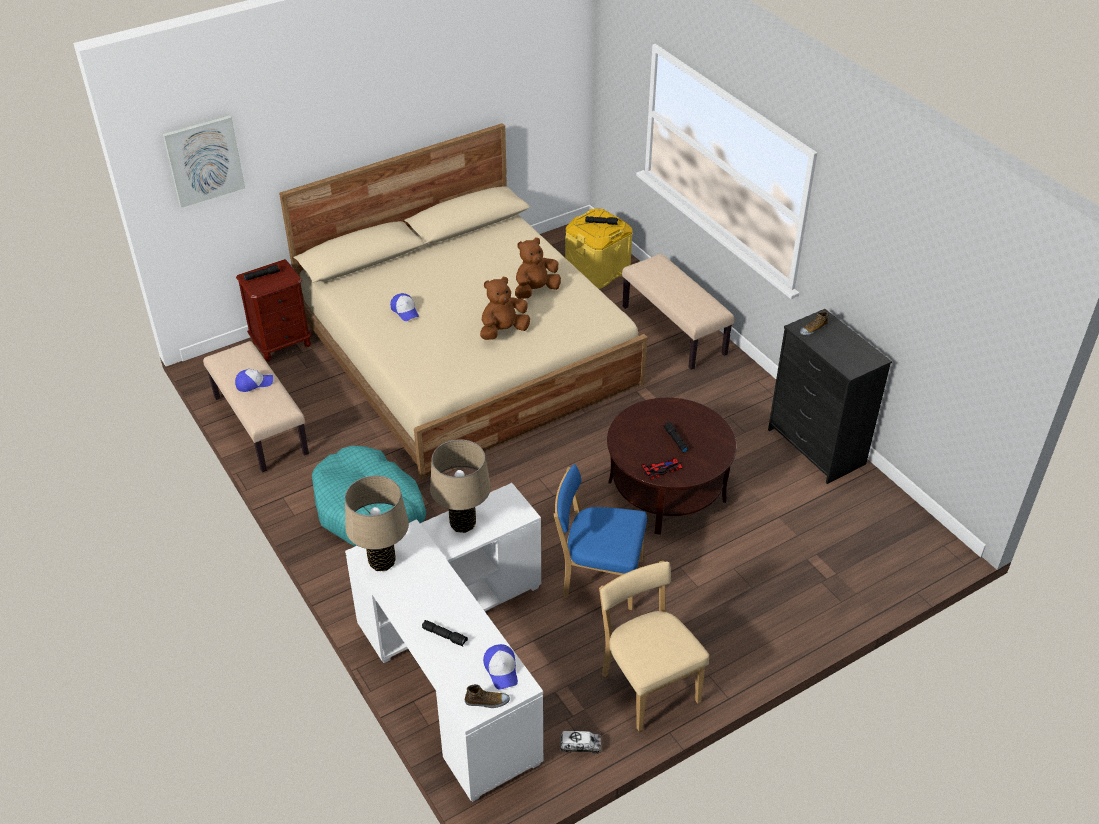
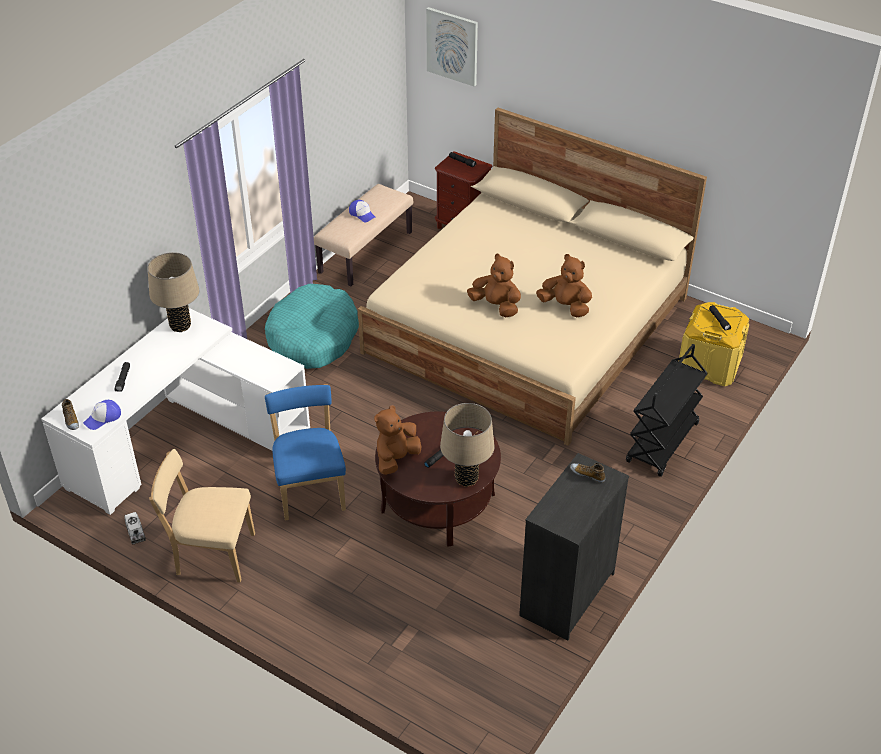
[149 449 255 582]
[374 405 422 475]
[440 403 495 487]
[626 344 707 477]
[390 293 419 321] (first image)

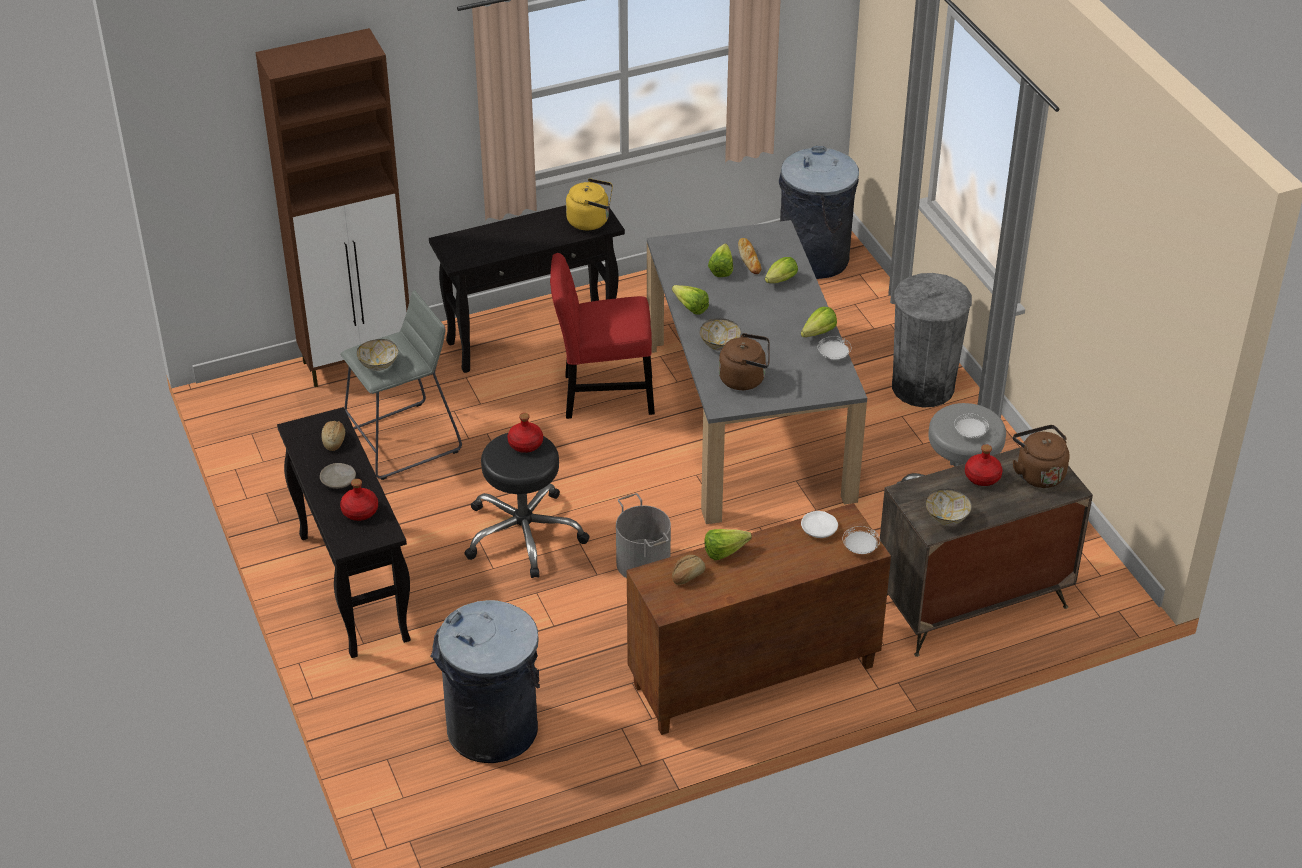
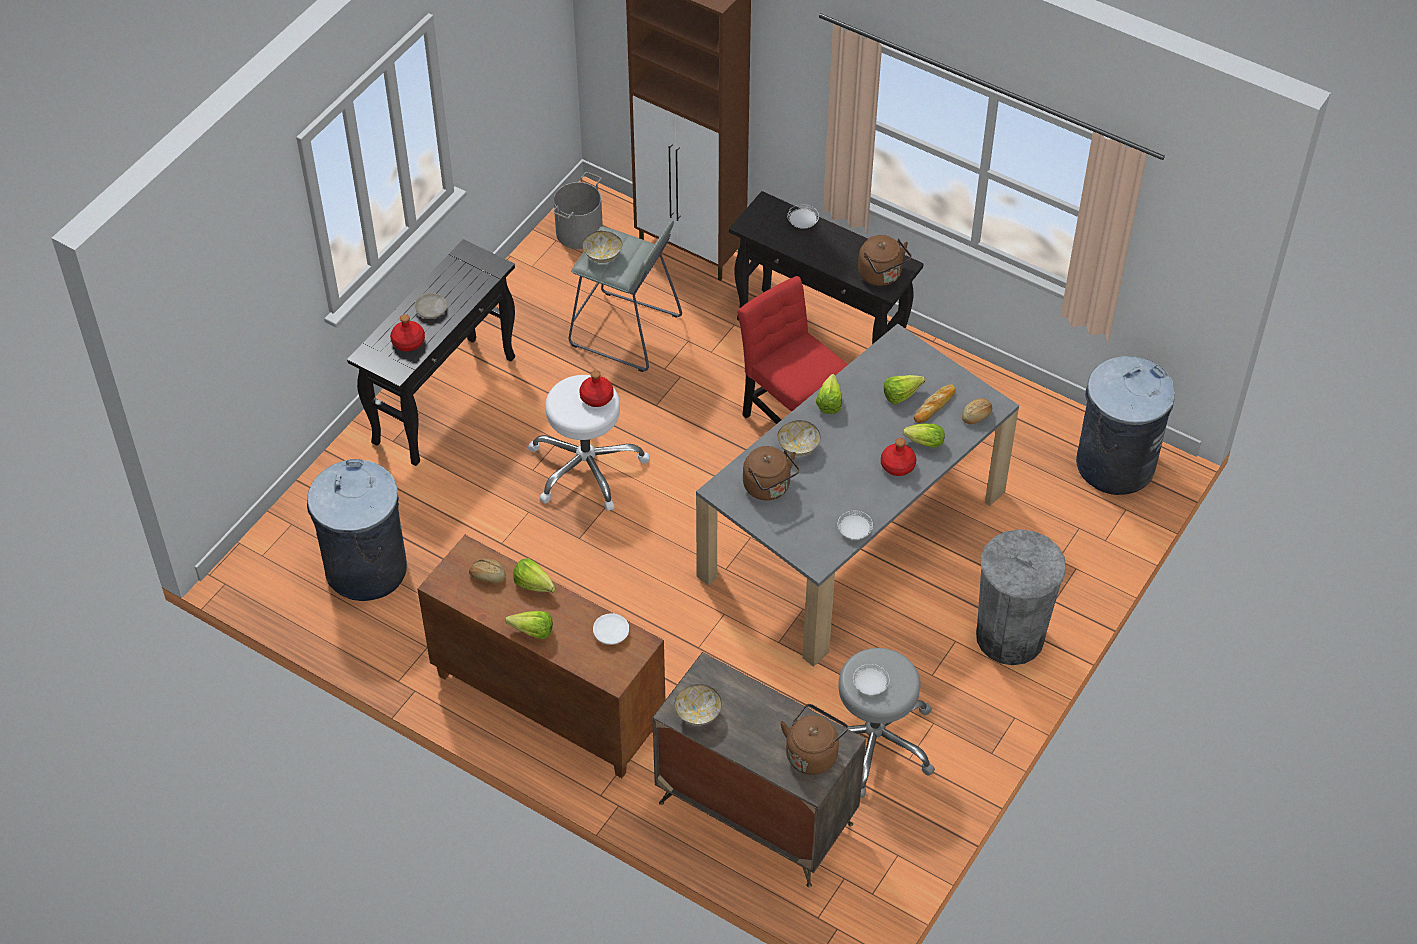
[505 611 553 639]
[528 375 650 511]
[552 172 603 249]
[787 204 819 229]
[858 235 912 286]
[881 438 916 476]
[962 398 992 424]

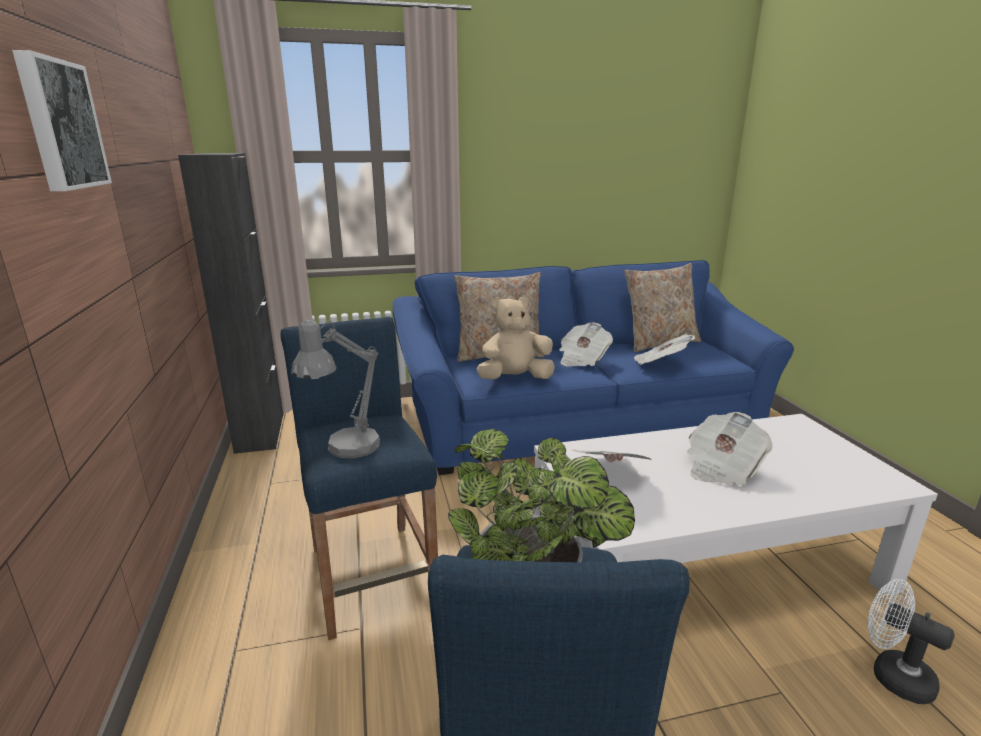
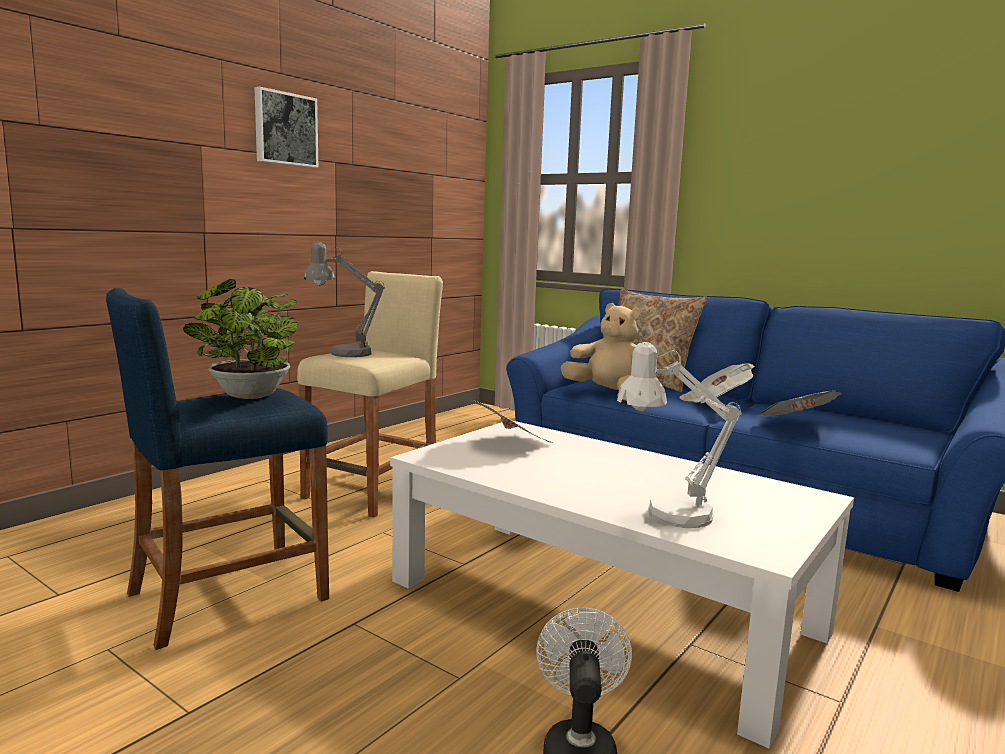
[297 271 443 518]
[616 342 742 528]
[178 153 284 454] (first image)
[624 263 701 352] (first image)
[687 412 772 485] (first image)

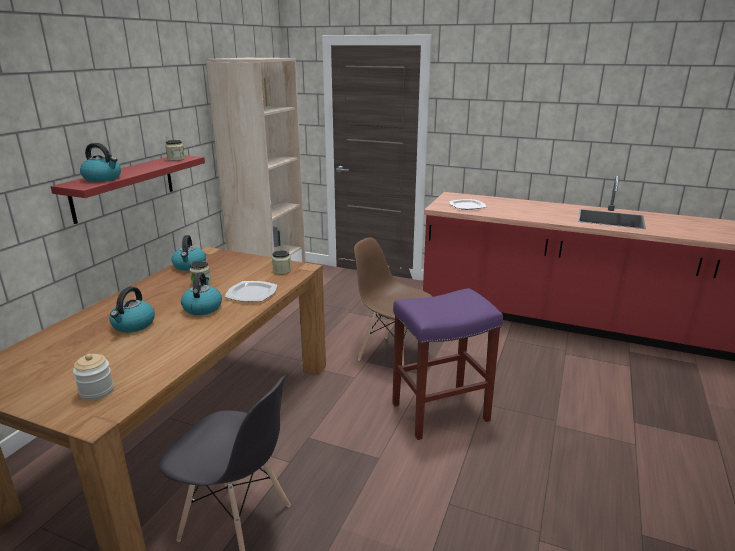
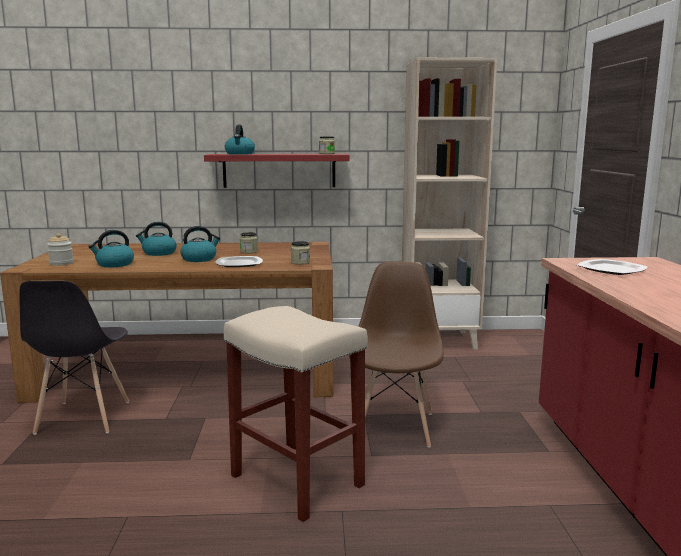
[88 230 134 267]
[224 306 368 522]

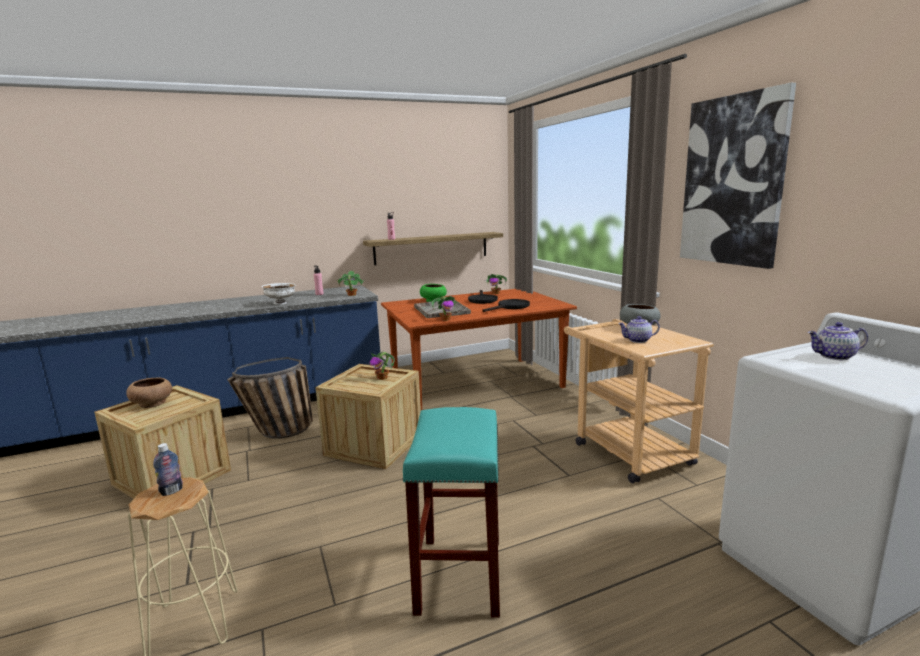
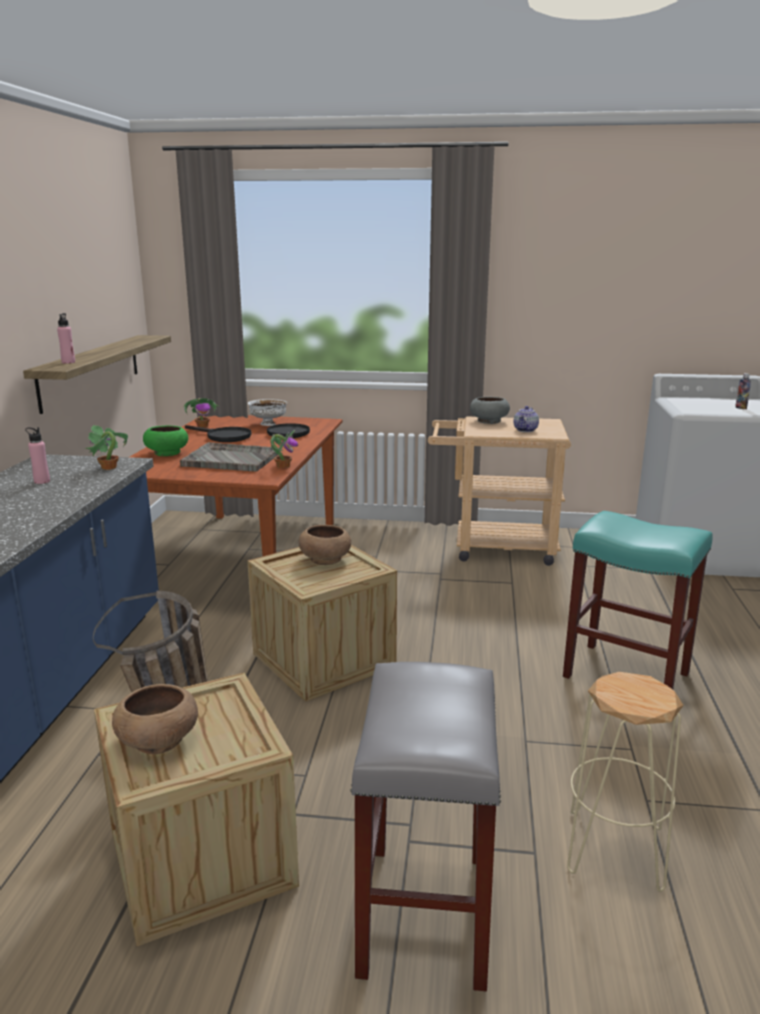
[248 399 287 426]
[298 525 351 565]
[350 662 501 991]
[735 373 751 409]
[680 83 796 269] (first image)
[807 322 868 360] (first image)

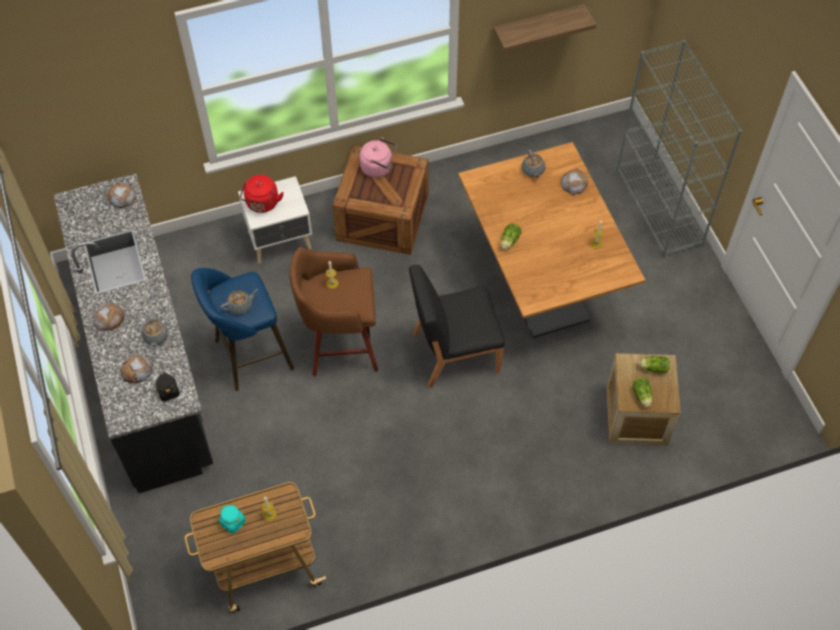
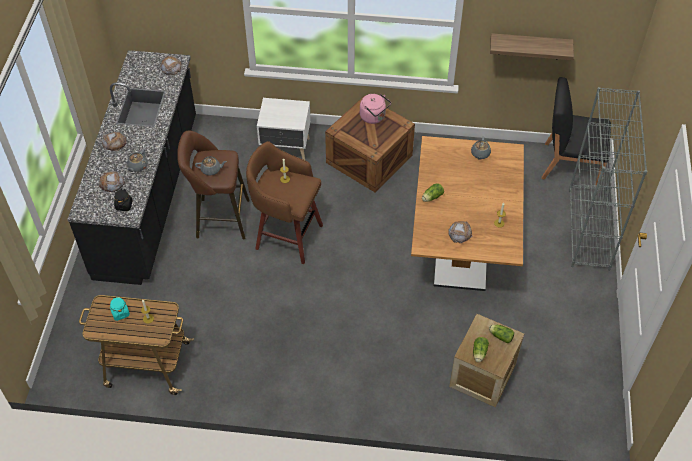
[177 131 250 240]
[448 221 473 244]
[541 77 611 187]
[240 175 284 213] (first image)

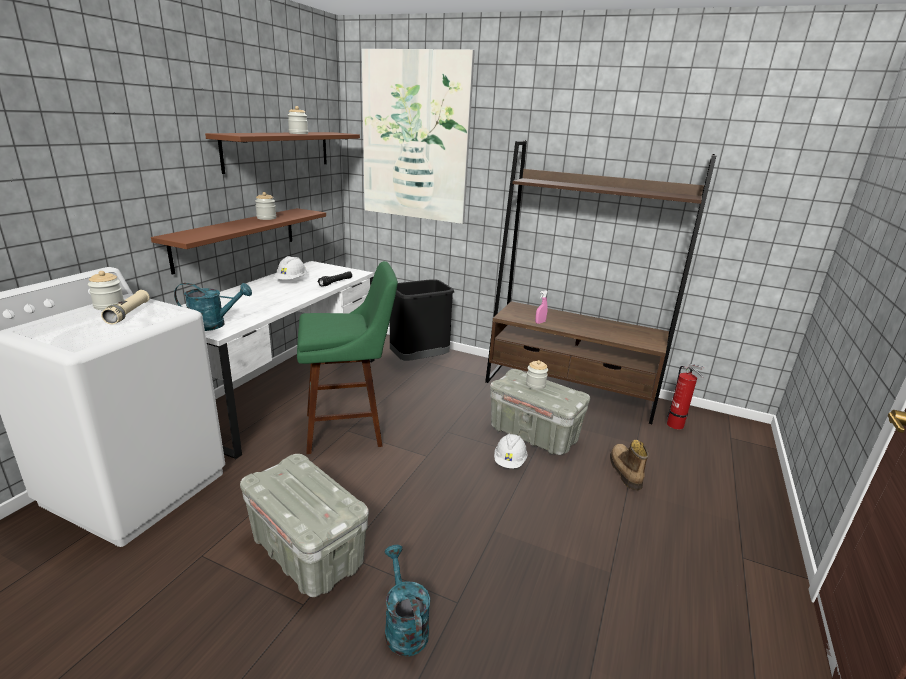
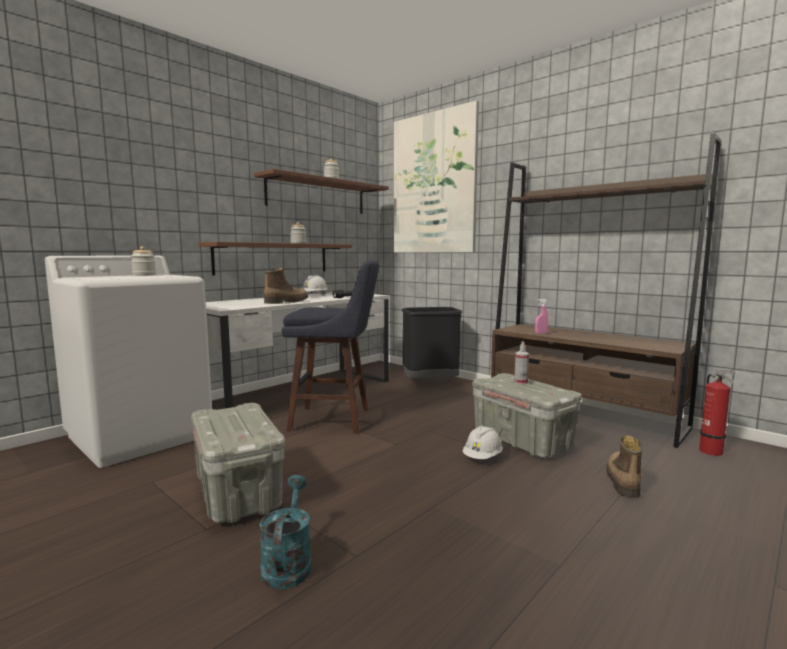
[264 268 308 304]
[282 261 380 434]
[514 341 529 385]
[101 290 150 324] (first image)
[174 283 252 331] (first image)

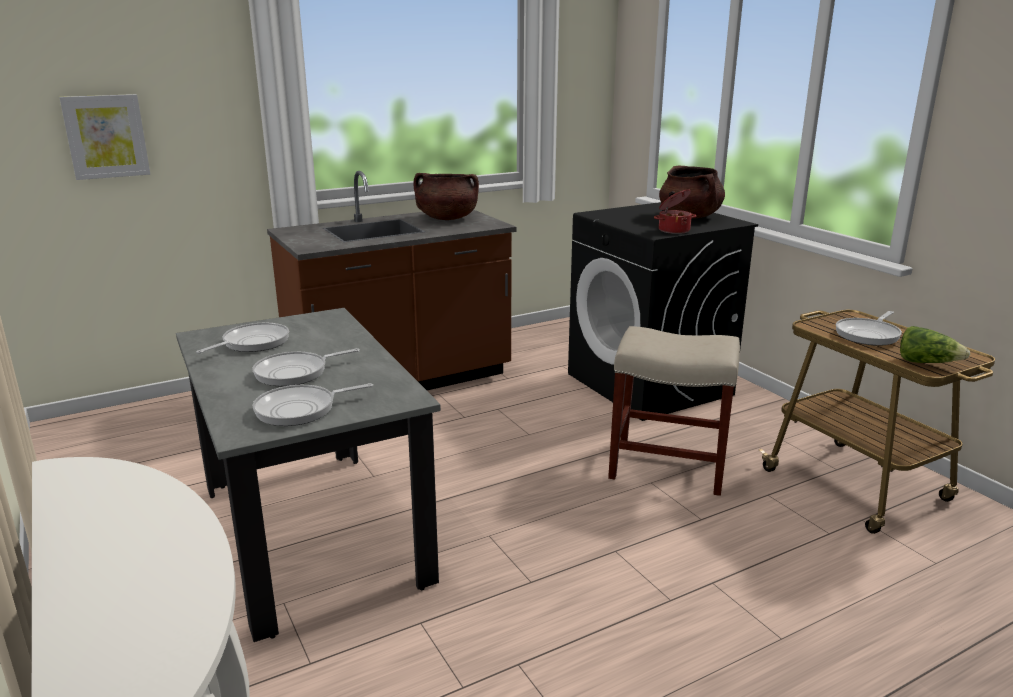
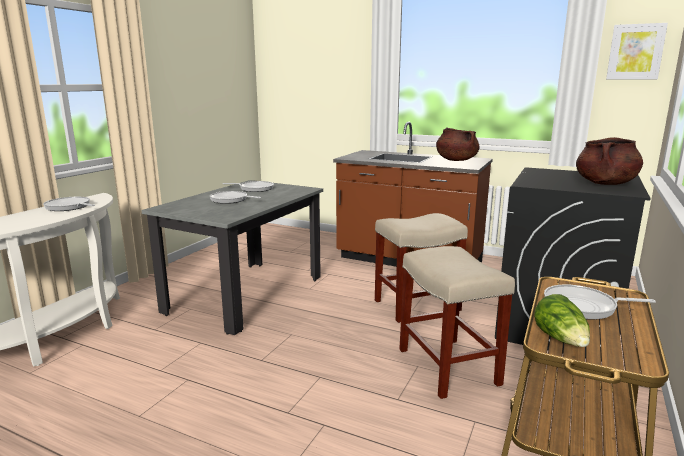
[43 197 95 211]
[375 213 468 323]
[606 23 668 79]
[654 189 696 234] (first image)

